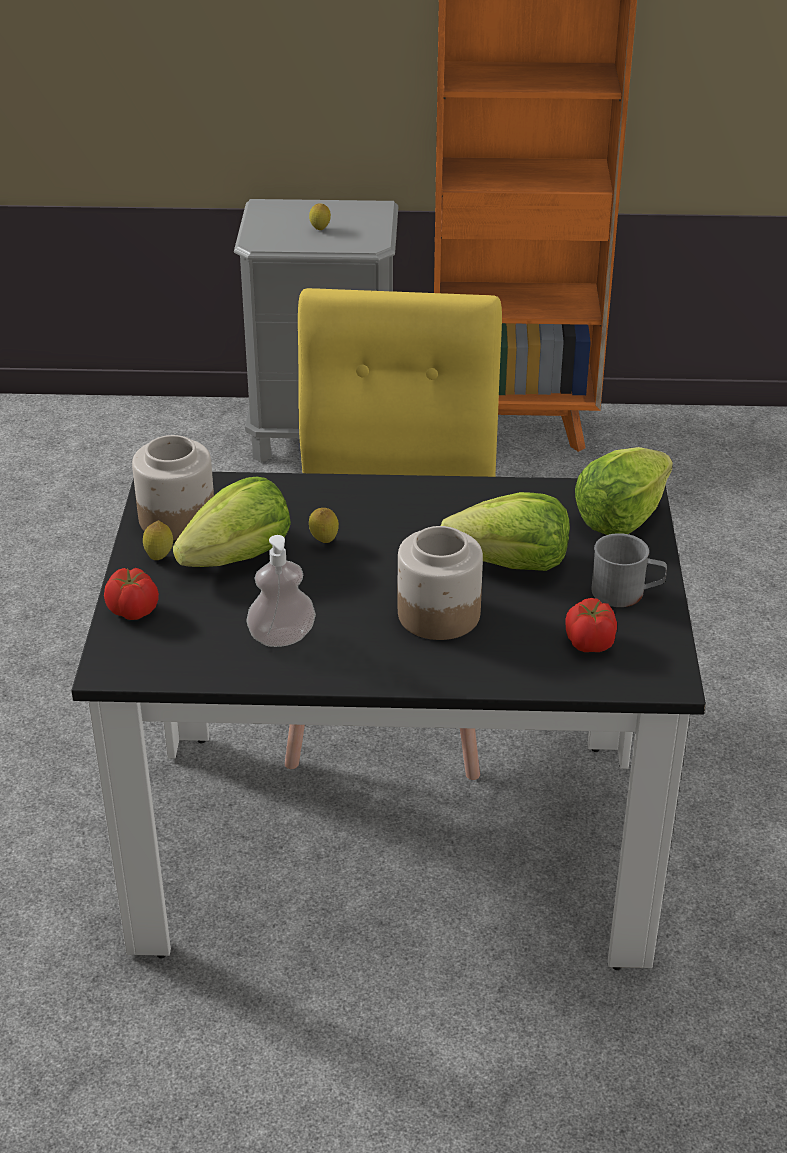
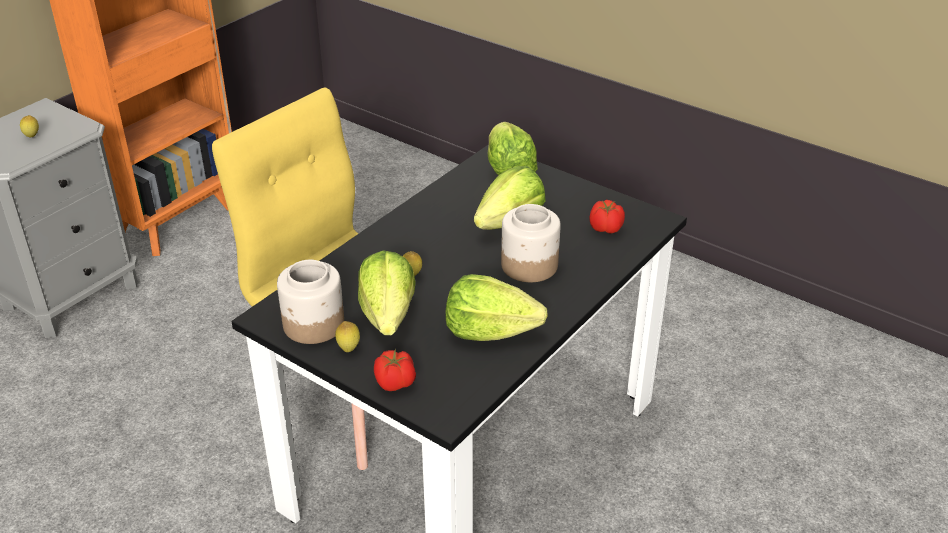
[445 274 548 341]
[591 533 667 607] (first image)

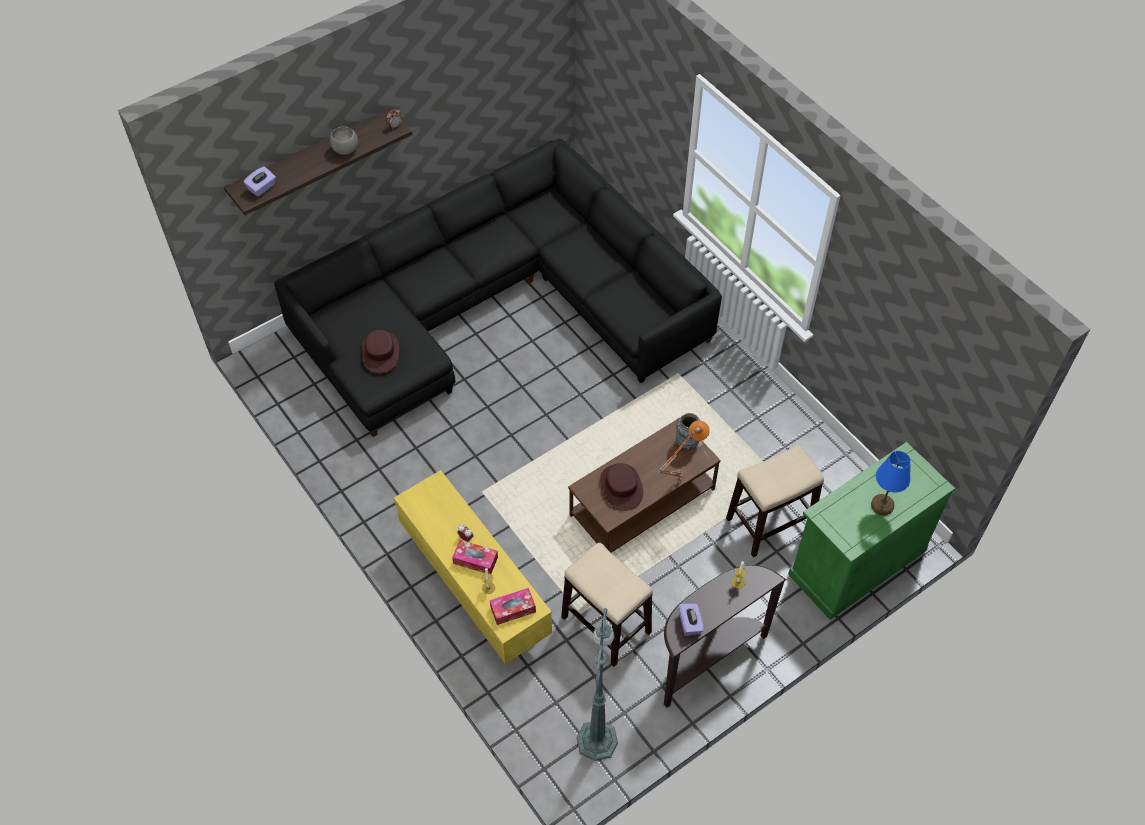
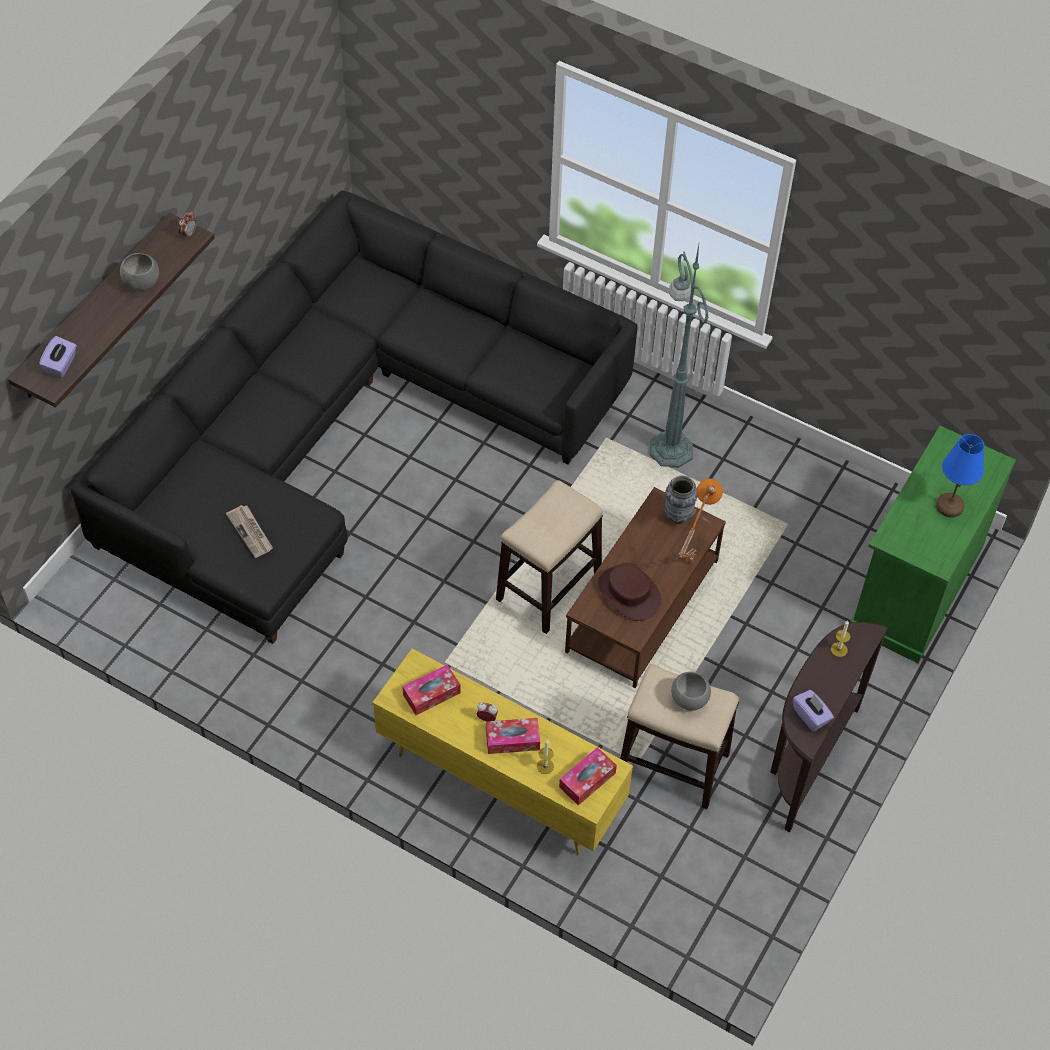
[226 505 273 558]
[402 665 461 715]
[496 480 603 634]
[650 245 709 468]
[671 672 711 711]

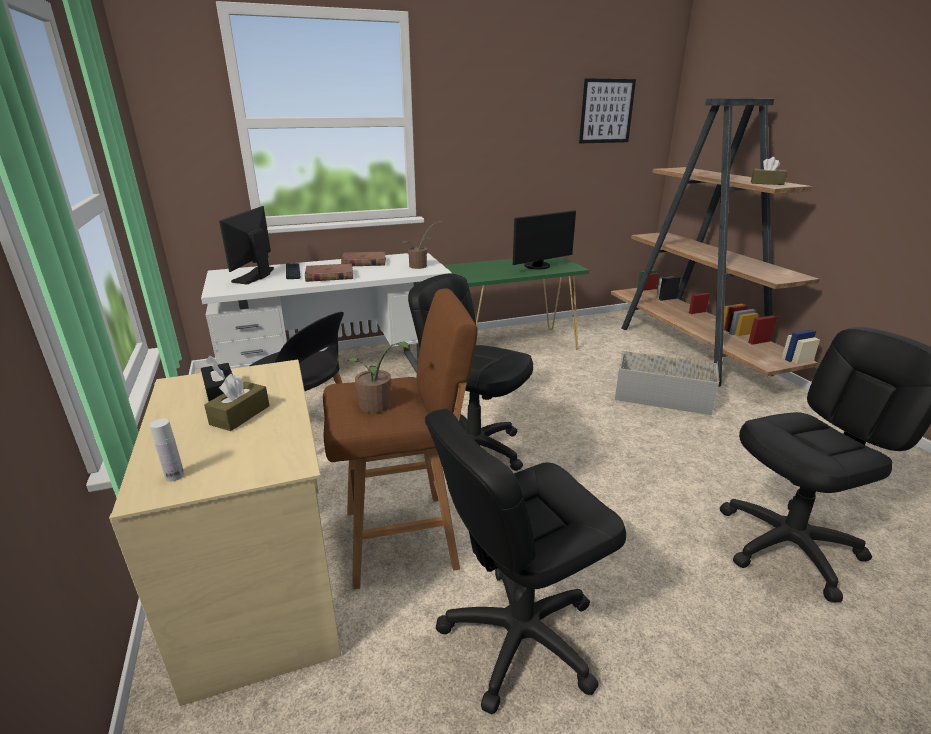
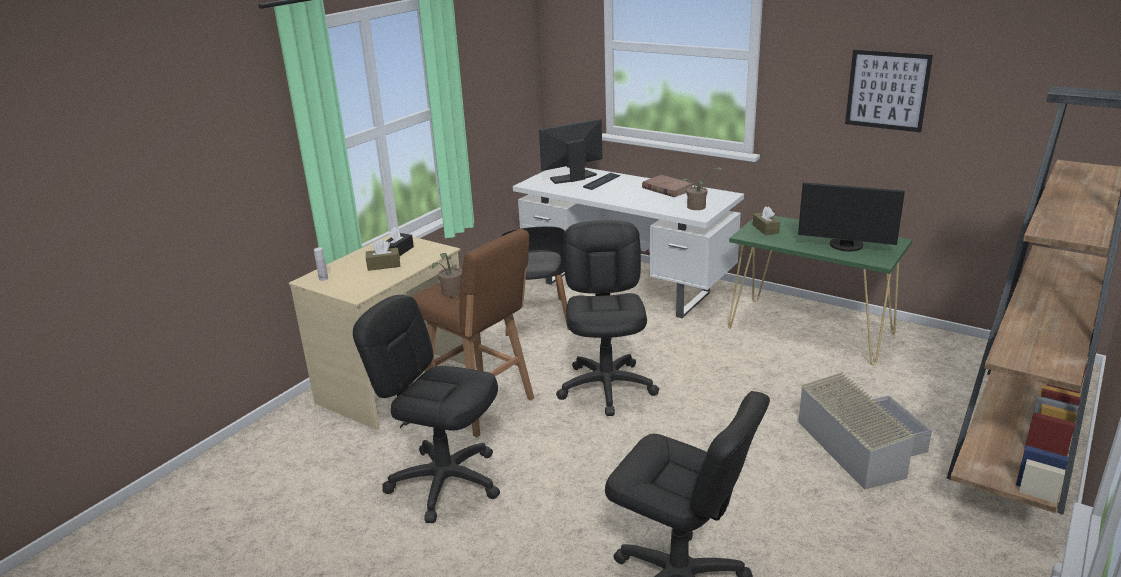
[753 206 780 235]
[845 50 933 132]
[305 263 353 282] (first image)

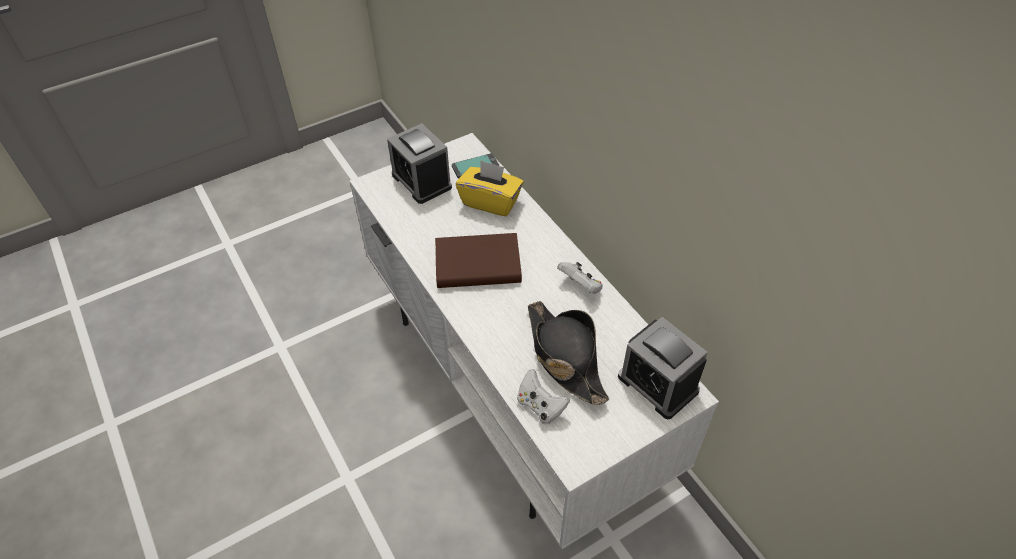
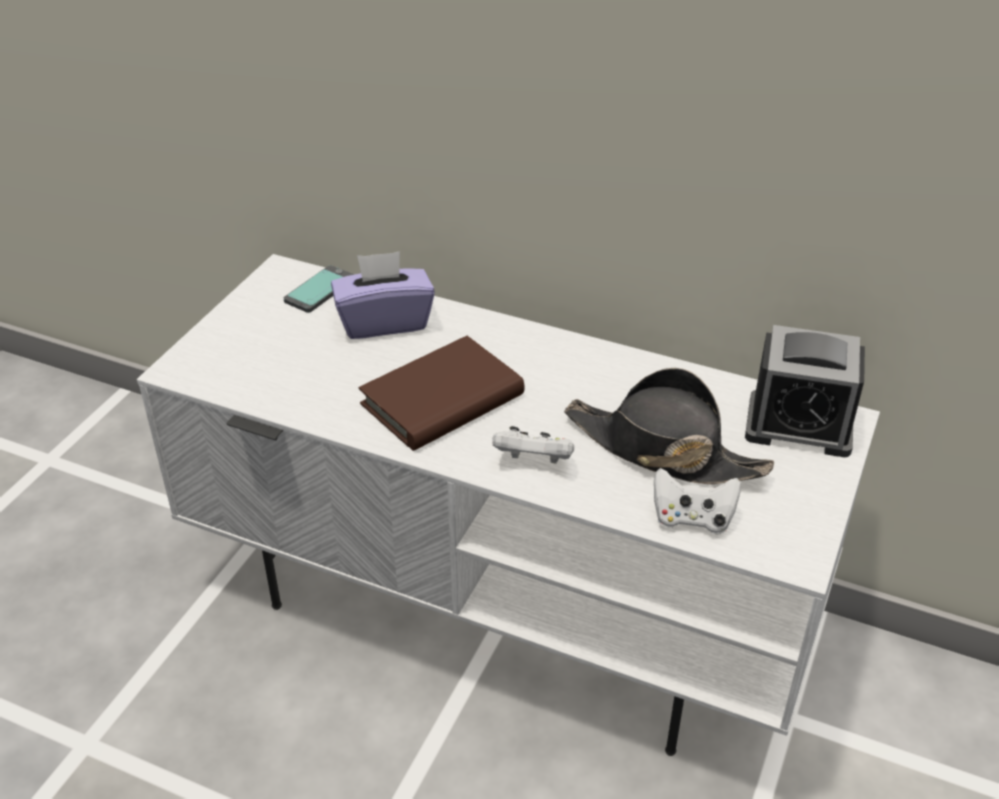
[331 251 435 339]
[492 426 574 464]
[387 123 452 204] (first image)

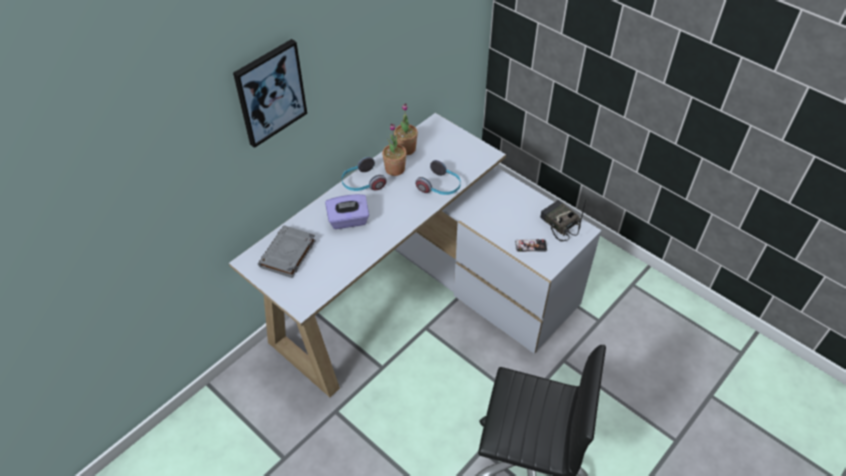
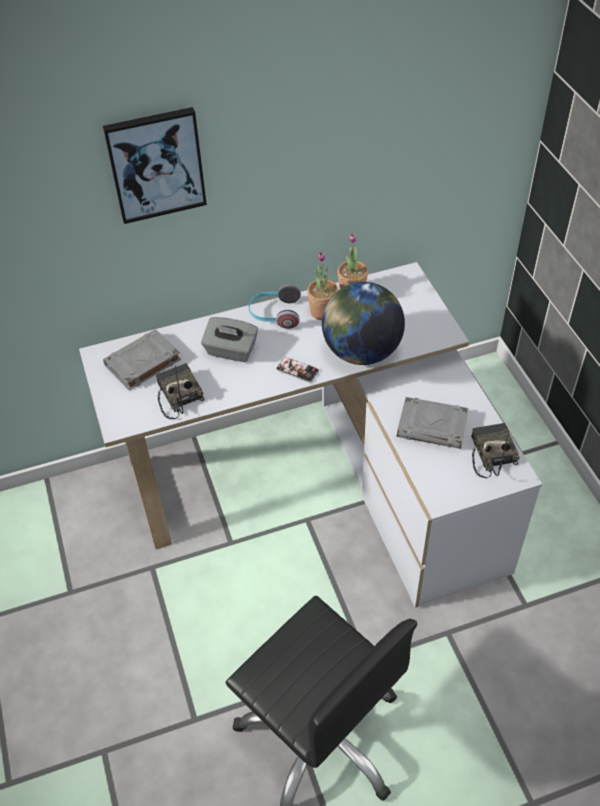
[156 363 204 419]
[201 317 258 362]
[276 357 319 383]
[322 282 405 365]
[397 397 469 449]

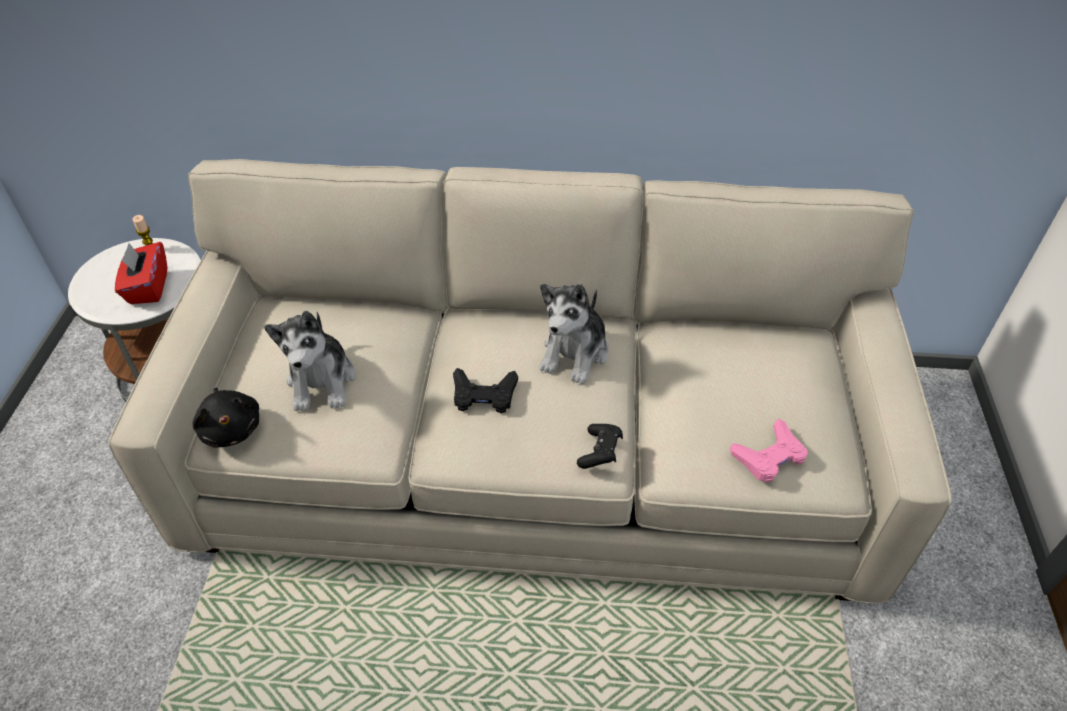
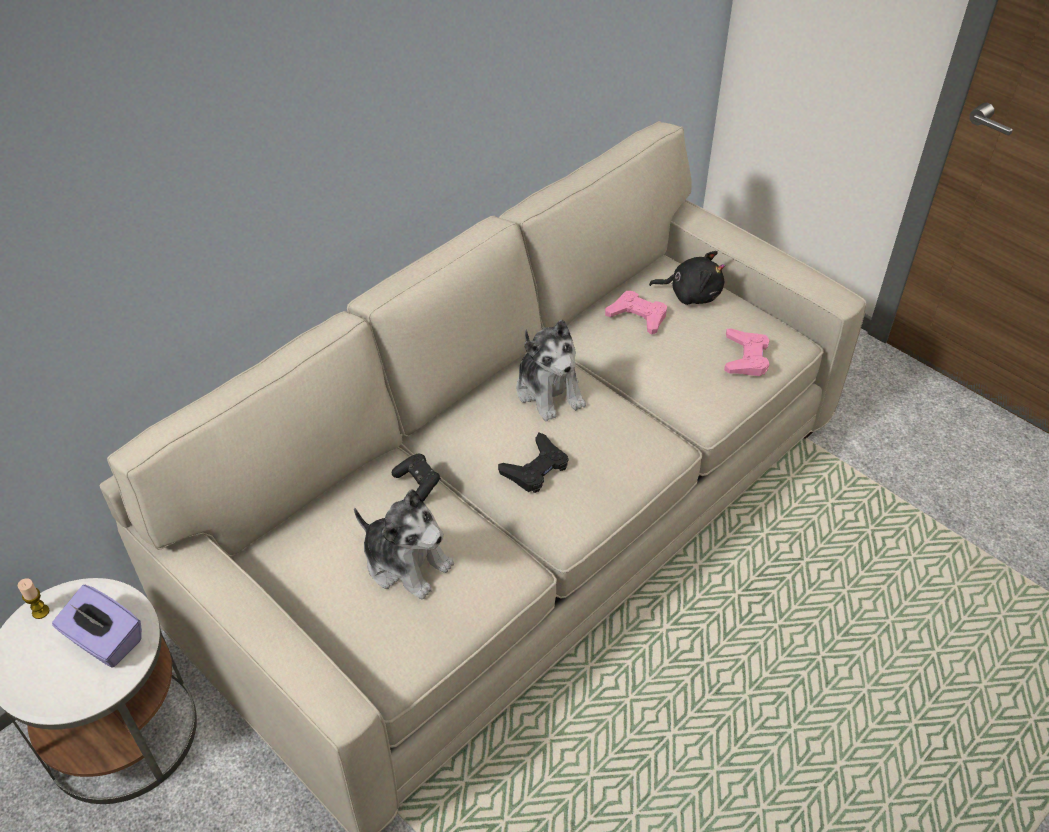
[52 585 142 668]
[392 454 441 501]
[605 291 667 334]
[649 251 725 305]

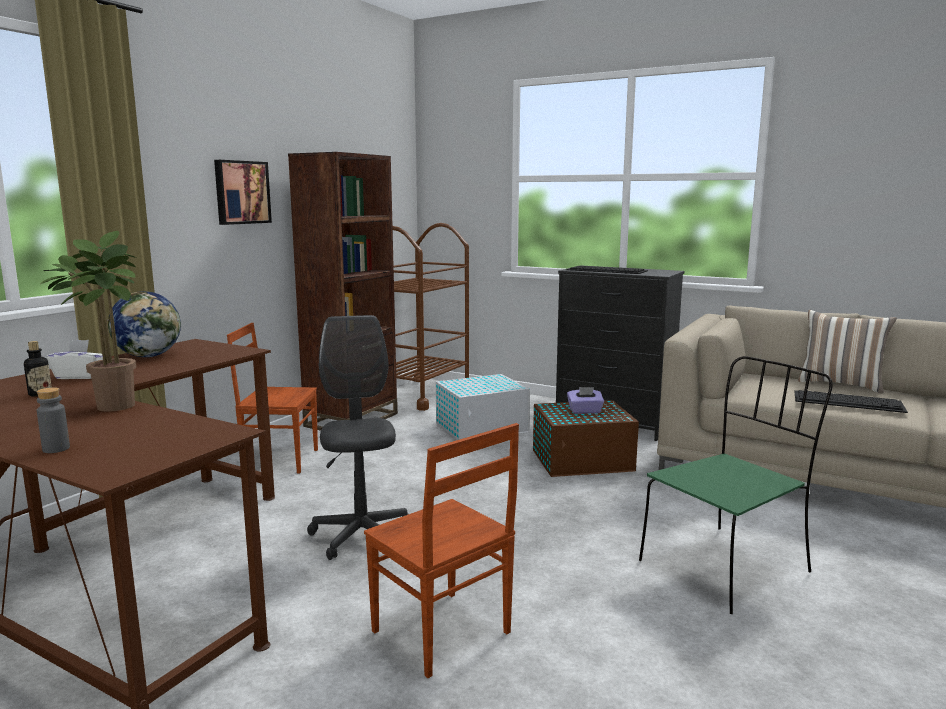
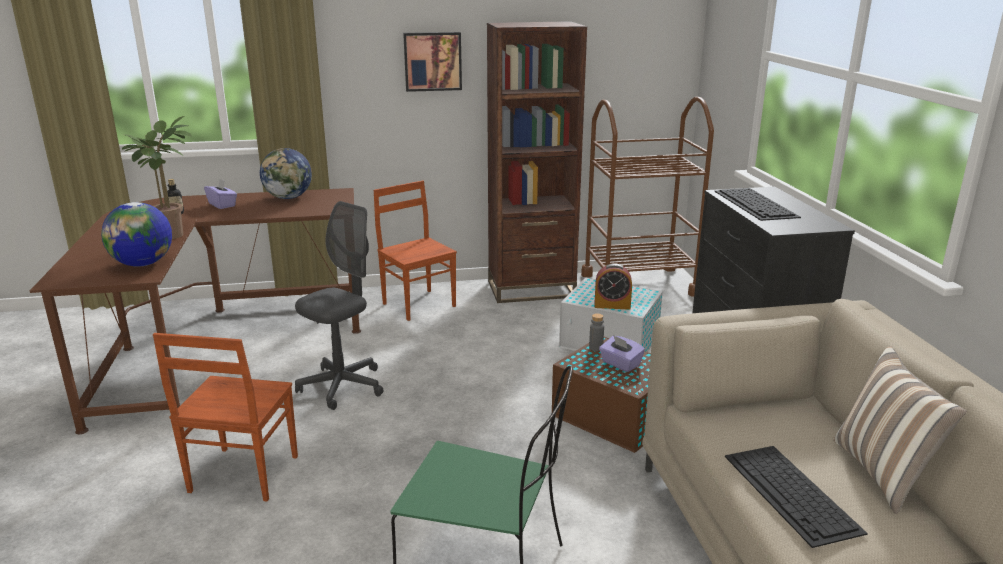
[101 202 172 267]
[204 179 237 209]
[589 313 604 351]
[595 263 632 310]

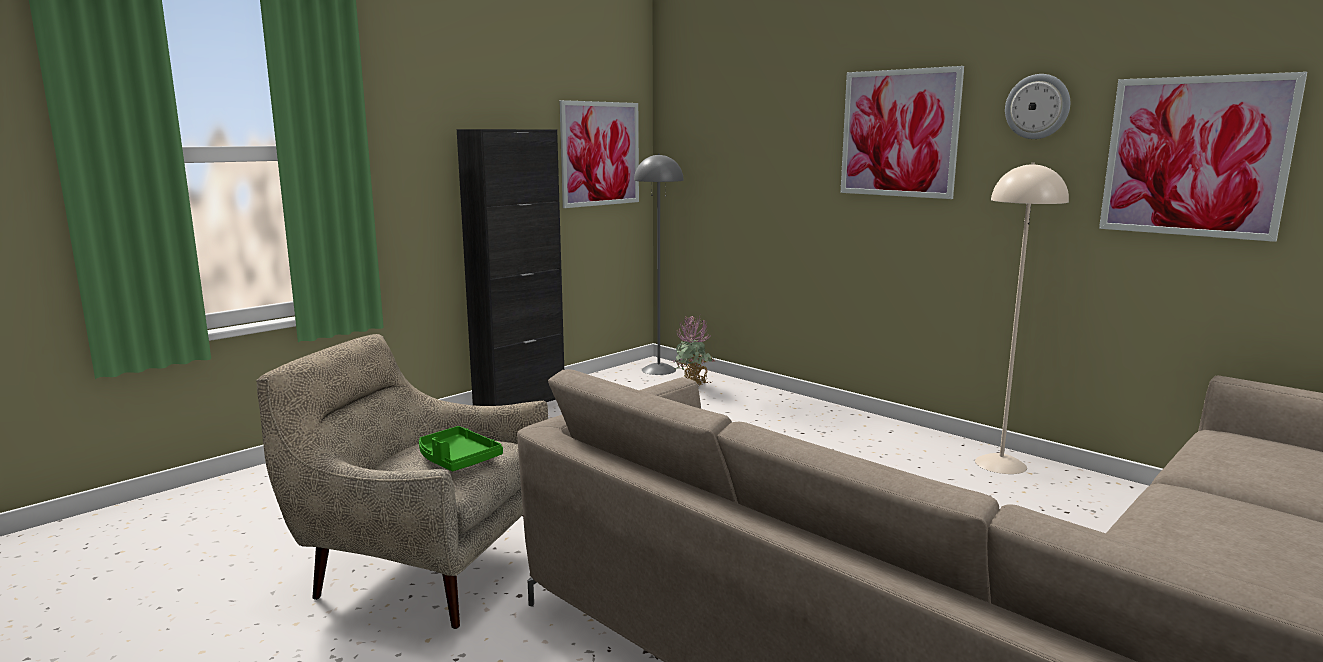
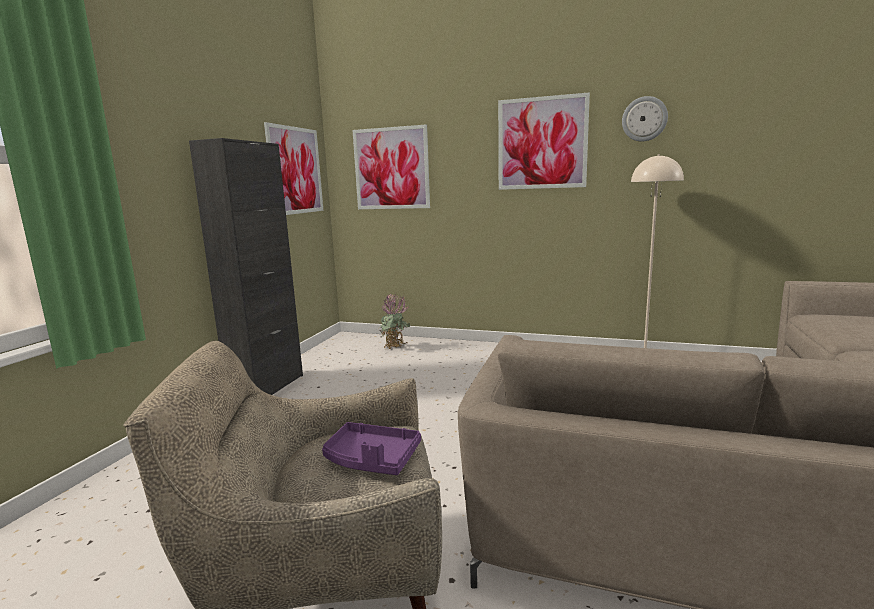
[322 422 421 475]
[352 125 430 209]
[634 153 684 375] (first image)

